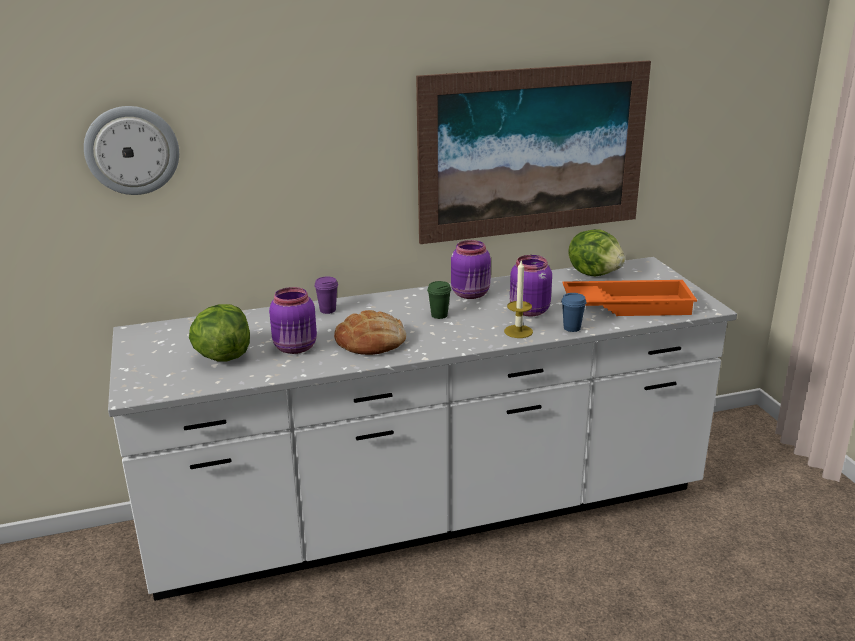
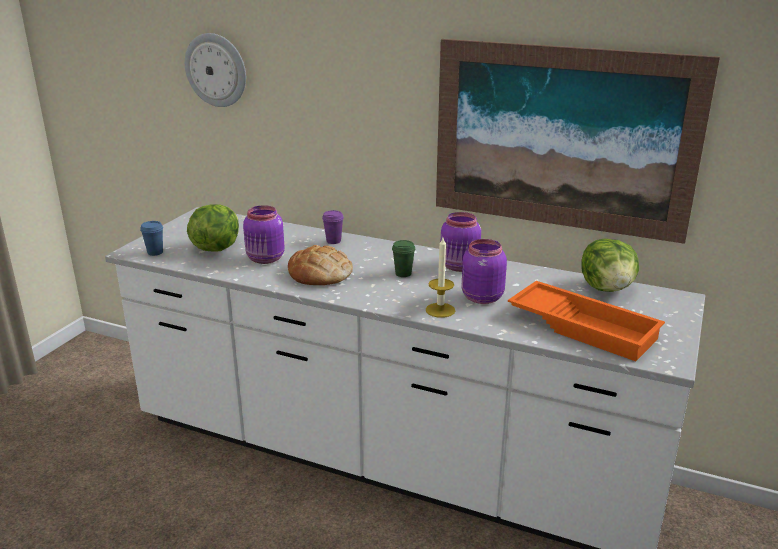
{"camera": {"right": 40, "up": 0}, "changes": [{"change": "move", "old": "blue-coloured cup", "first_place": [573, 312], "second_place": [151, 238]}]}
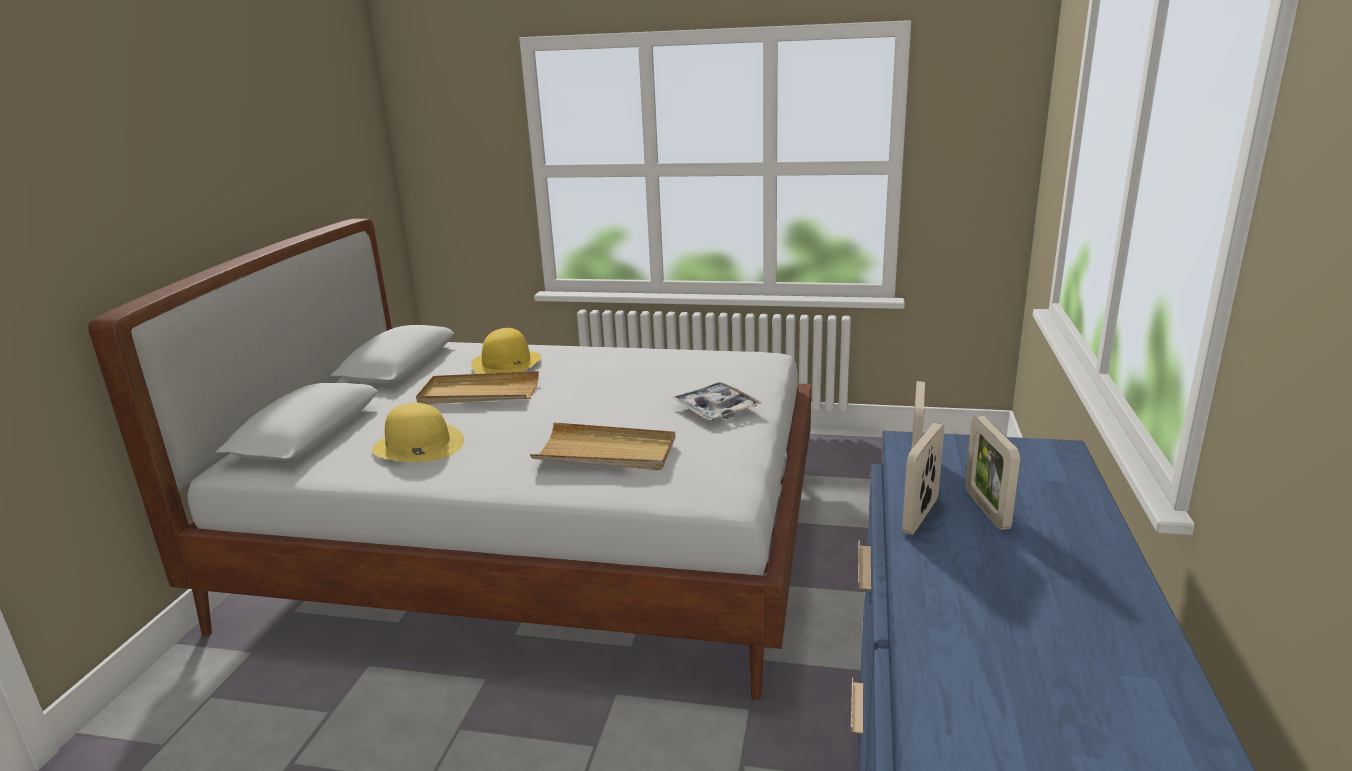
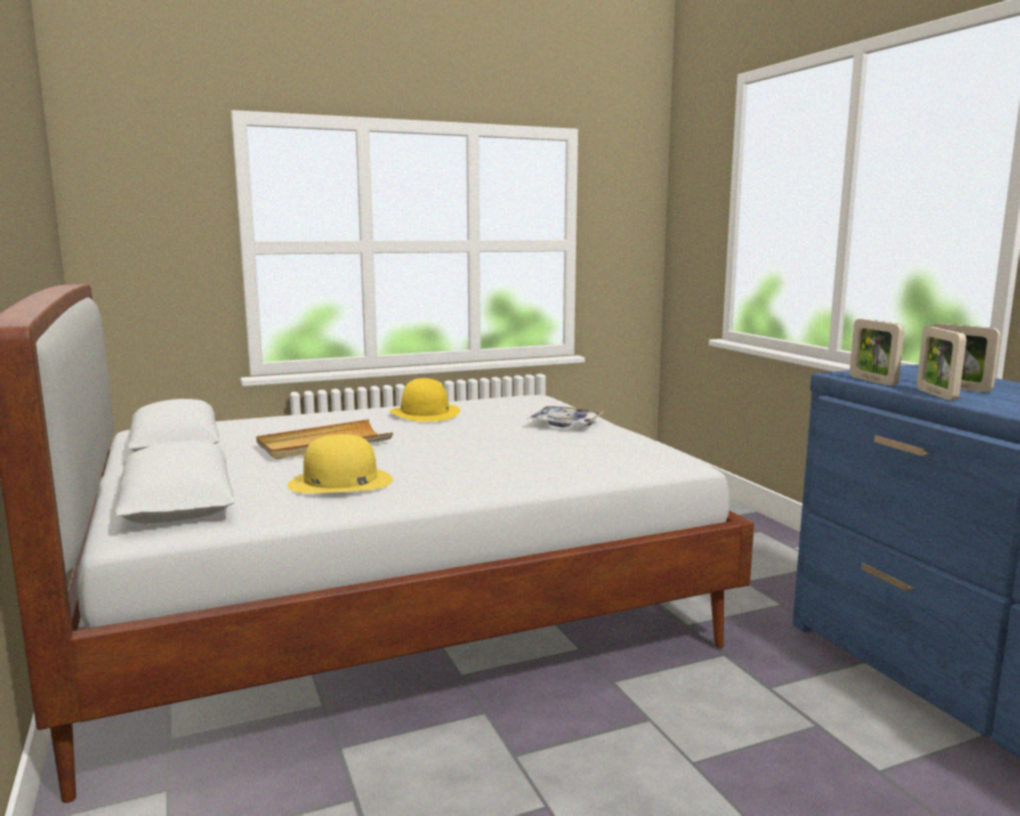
{"camera": {"right": -35, "up": -10}, "changes": [{"change": "move", "old": "yellow-coloured hat", "first_place": [506, 351], "second_place": [425, 400]}, {"change": "delete", "old": "sand-coloured carrying tray", "first_place": [602, 446]}]}
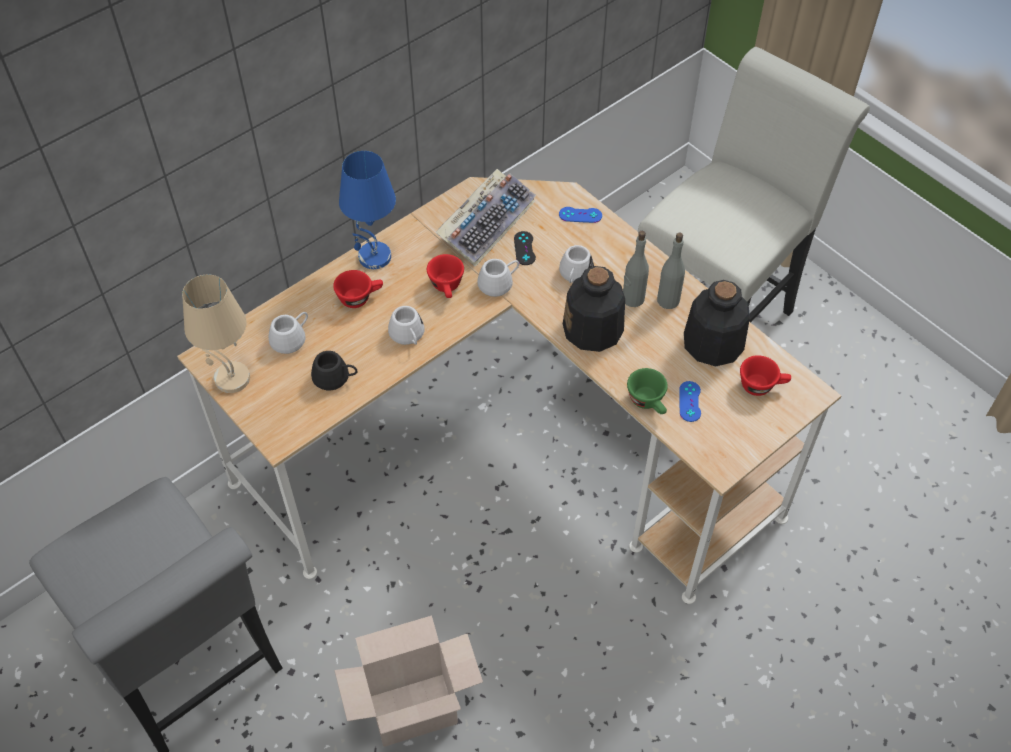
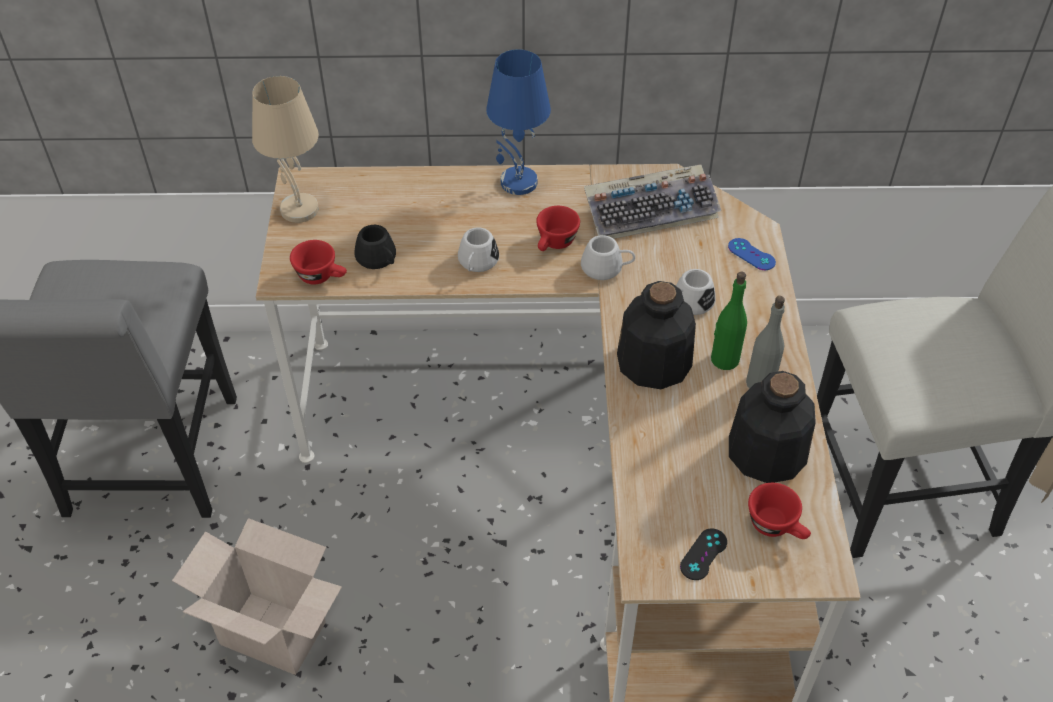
{"camera": {"right": 40, "up": -5}, "changes": [{"change": "move", "old": "red cup", "first_place": [358, 289], "second_place": [318, 262]}, {"change": "move", "old": "blackish gamepad", "first_place": [525, 248], "second_place": [703, 554]}, {"change": "recolor", "old": "greyish beverage bottle", "new": "green-coloured beverage bottle", "first_place": [636, 269], "second_place": [729, 321]}, {"change": "delete", "old": "white-coloured tea mug", "first_place": [288, 333]}, {"change": "delete", "old": "green-coloured cup", "first_place": [647, 391]}, {"change": "delete", "old": "blue-coloured gamepad", "first_place": [690, 401]}]}
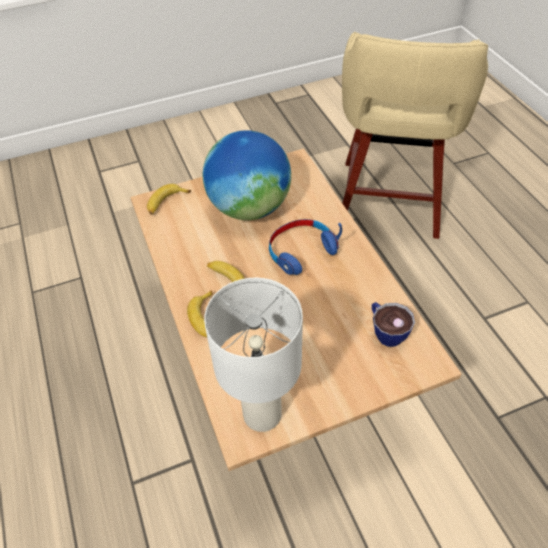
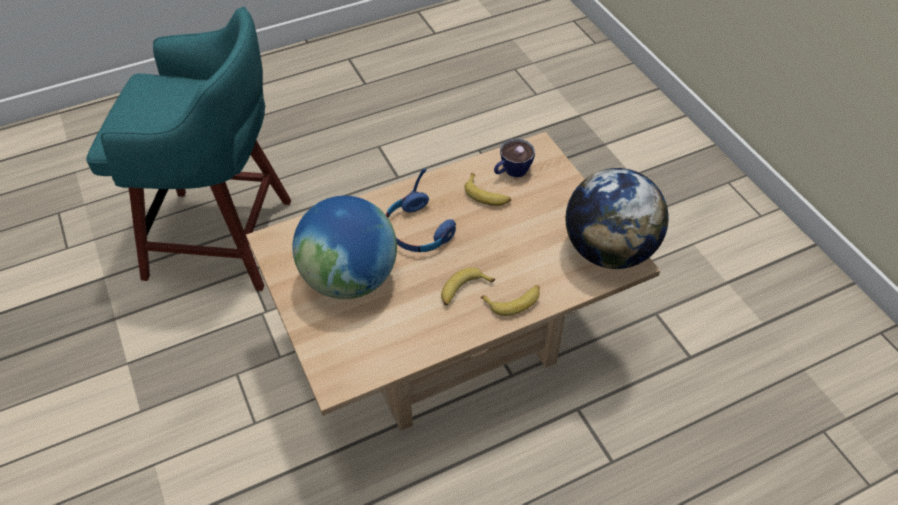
{"camera": {"right": -95, "up": 0}, "changes": [{"change": "recolor", "old": "sand-coloured sitting stool", "new": "blue-green sitting stool", "first_place": [415, 135], "second_place": [188, 149]}, {"change": "move", "old": "whole banana", "first_place": [169, 199], "second_place": [488, 189]}, {"change": "replace", "old": "white-coloured lamp for a table", "new": "desk globe", "first_place": [253, 355], "second_place": [617, 218]}]}
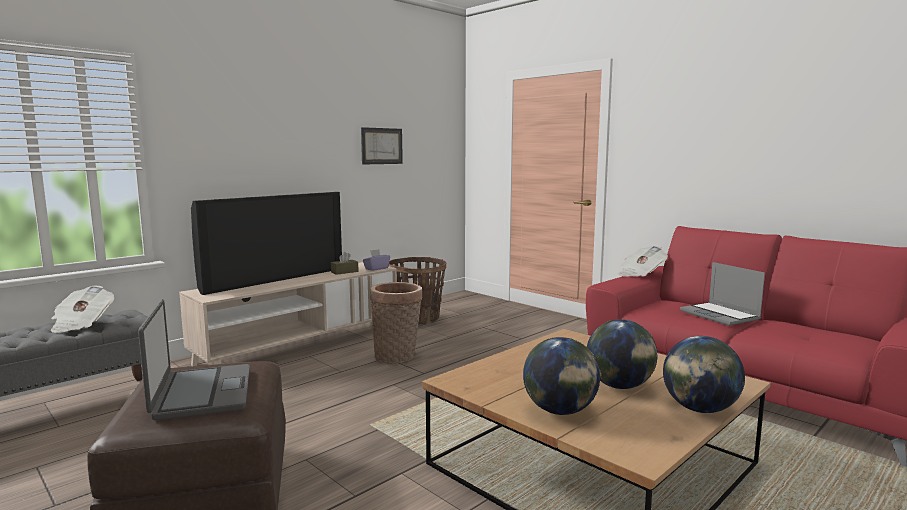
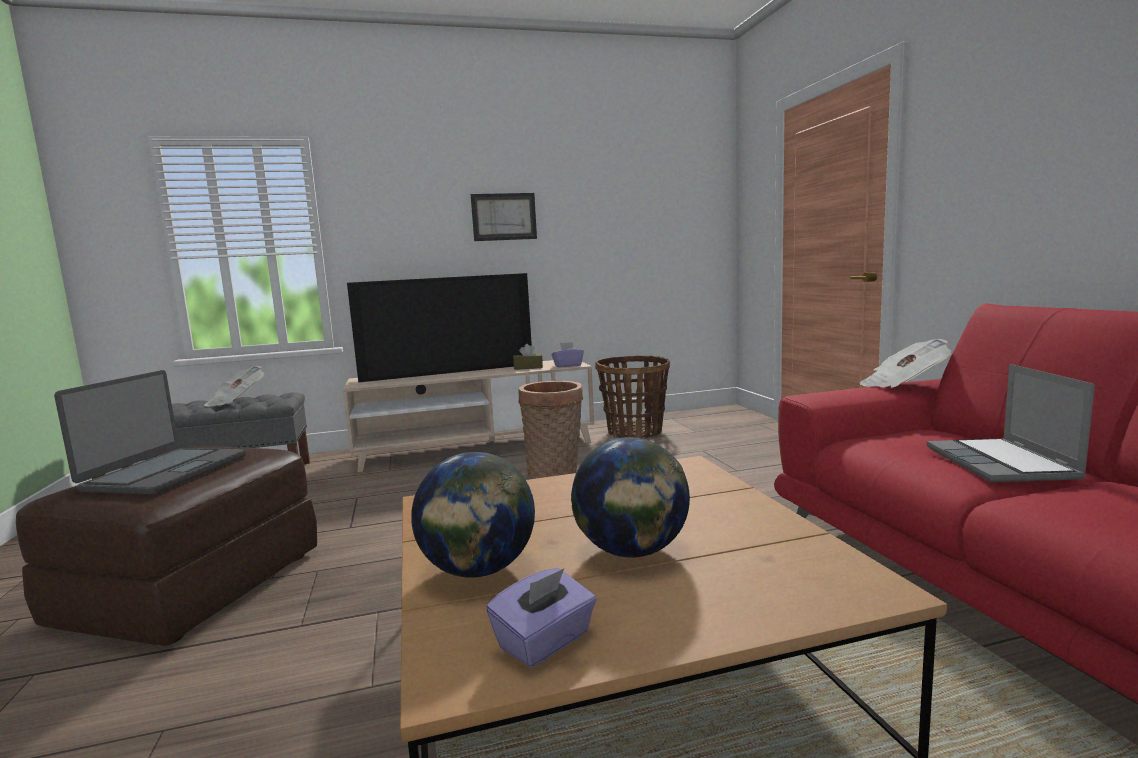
{"camera": {"right": 30, "up": 0}, "changes": [{"change": "move", "old": "wall picture", "first_place": [382, 145], "second_place": [504, 217]}, {"change": "insert", "new": "purple-coloured tissue holder", "second_place": [541, 618]}, {"change": "delete", "old": "desk globe", "first_place": [704, 374]}]}
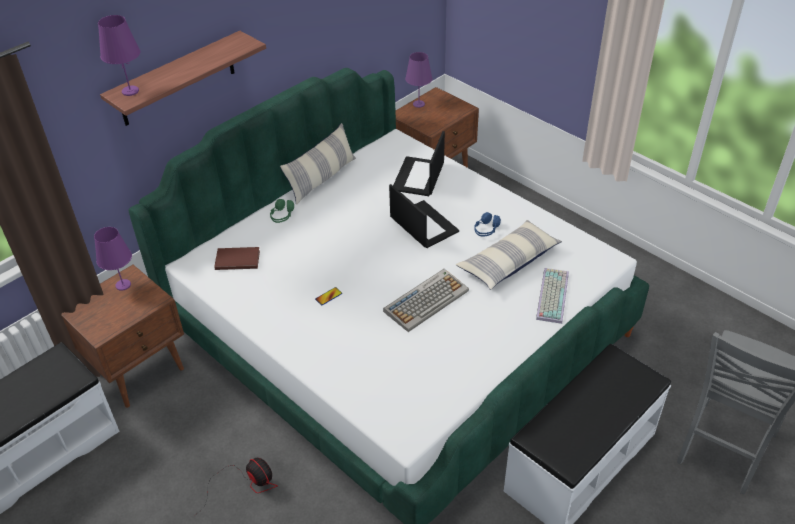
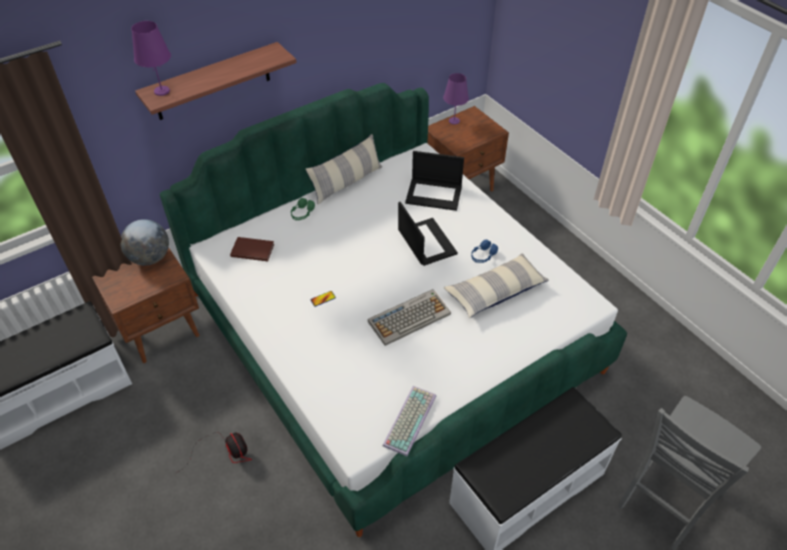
{"camera": {"right": 10, "up": 5}, "changes": [{"change": "replace", "old": "purple-coloured lamp for a table", "new": "desk globe", "first_place": [113, 259], "second_place": [145, 242]}, {"change": "move", "old": "keyboard", "first_place": [552, 296], "second_place": [409, 421]}, {"change": "rotate", "old": "laptop", "first_place": [419, 163], "second_place": [434, 181], "degrees": -105}]}
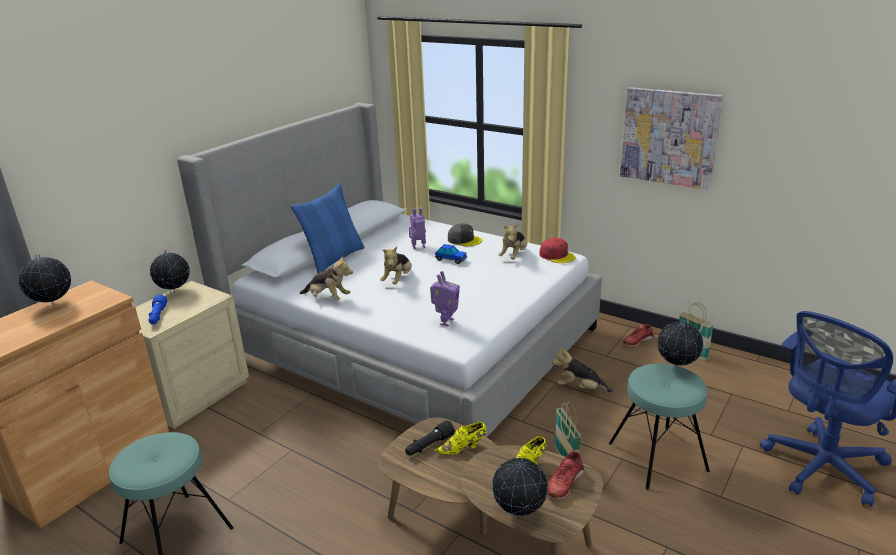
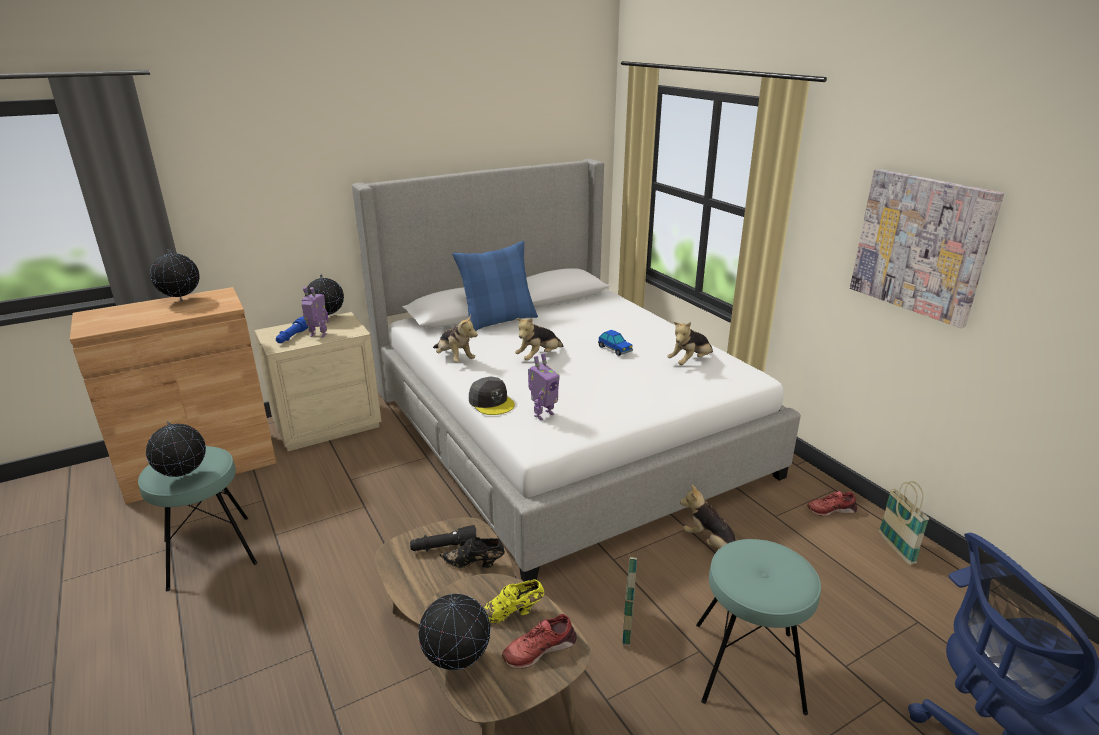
{"camera": {"right": 25, "up": 0}, "changes": [{"change": "move", "old": "desk globe", "first_place": [680, 343], "second_place": [176, 449]}, {"change": "move", "old": "robot figure", "first_place": [417, 228], "second_place": [315, 312]}, {"change": "recolor", "old": "yellow-coloured item of footwear", "new": "blackish item of footwear", "first_place": [460, 439], "second_place": [472, 552]}, {"change": "move", "old": "greyish peaked cap", "first_place": [465, 234], "second_place": [492, 396]}, {"change": "delete", "old": "red peaked cap", "first_place": [557, 250]}]}
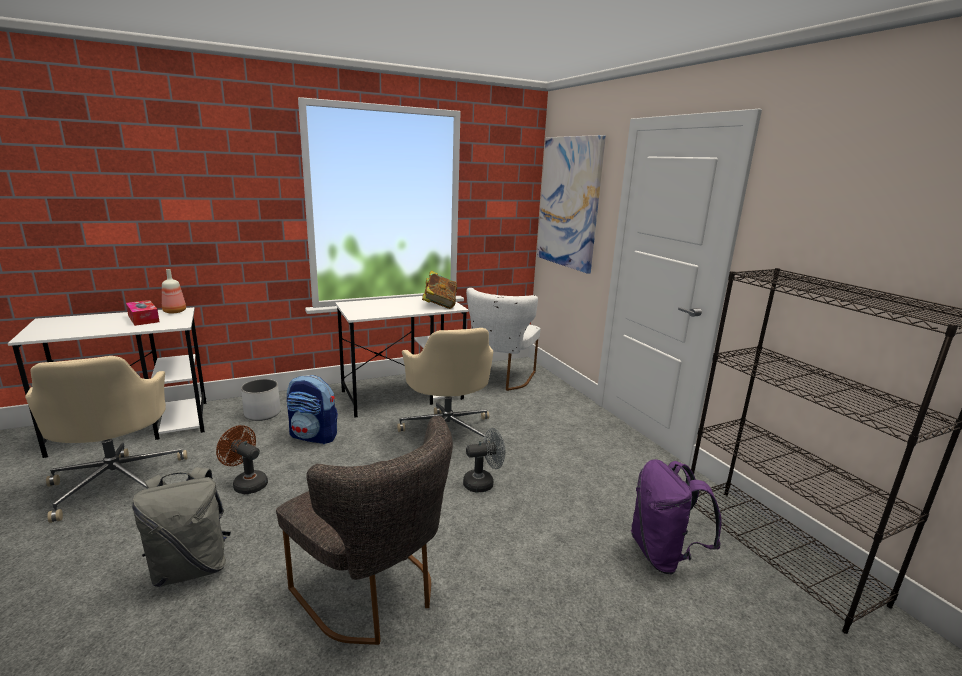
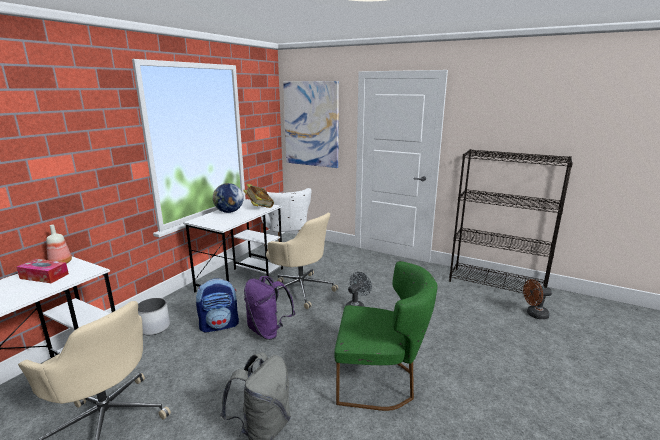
{"camera": {"right": -35, "up": 0}, "changes": [{"change": "insert", "new": "desk globe", "second_place": [228, 198]}, {"change": "move", "old": "purple-coloured knapsack", "first_place": [676, 517], "second_place": [269, 308]}, {"change": "recolor", "old": "greyish plain chair", "new": "green-coloured plain chair", "first_place": [364, 530], "second_place": [386, 336]}, {"change": "move", "old": "brown-coloured fan", "first_place": [242, 459], "second_place": [537, 299]}]}
